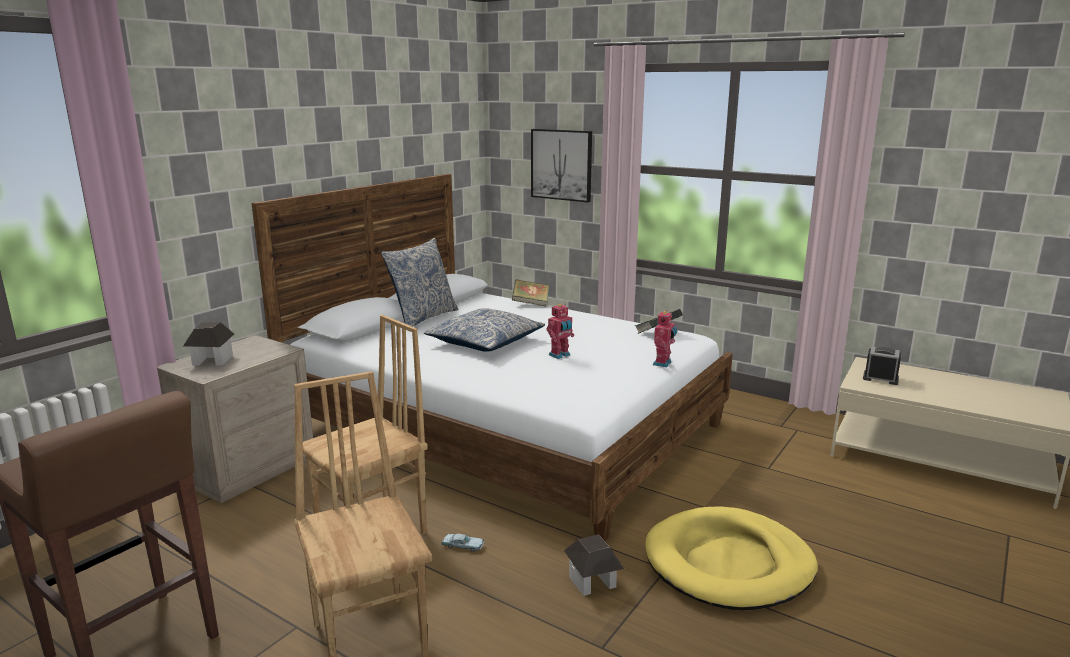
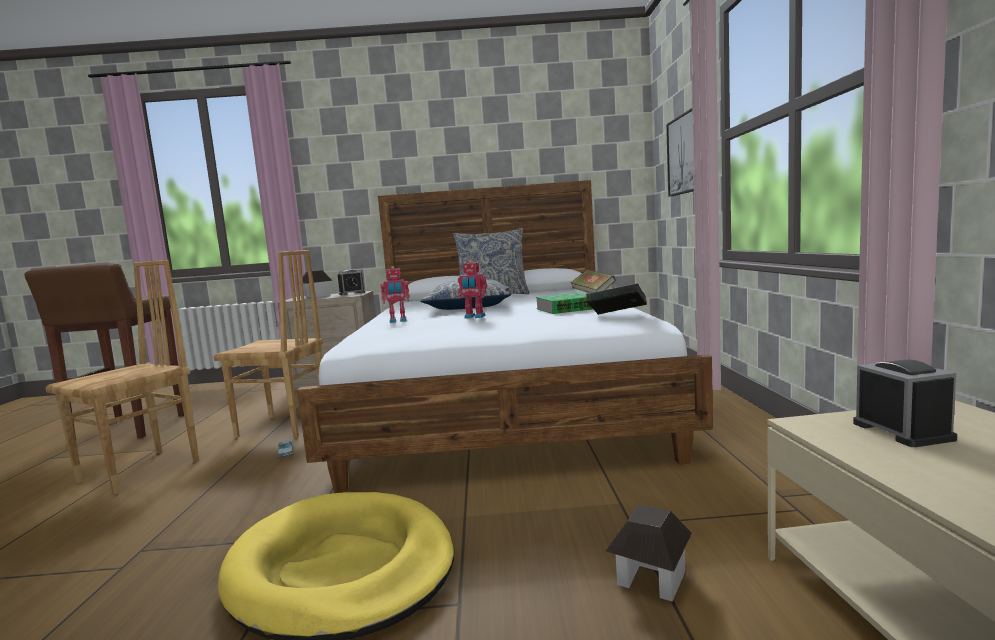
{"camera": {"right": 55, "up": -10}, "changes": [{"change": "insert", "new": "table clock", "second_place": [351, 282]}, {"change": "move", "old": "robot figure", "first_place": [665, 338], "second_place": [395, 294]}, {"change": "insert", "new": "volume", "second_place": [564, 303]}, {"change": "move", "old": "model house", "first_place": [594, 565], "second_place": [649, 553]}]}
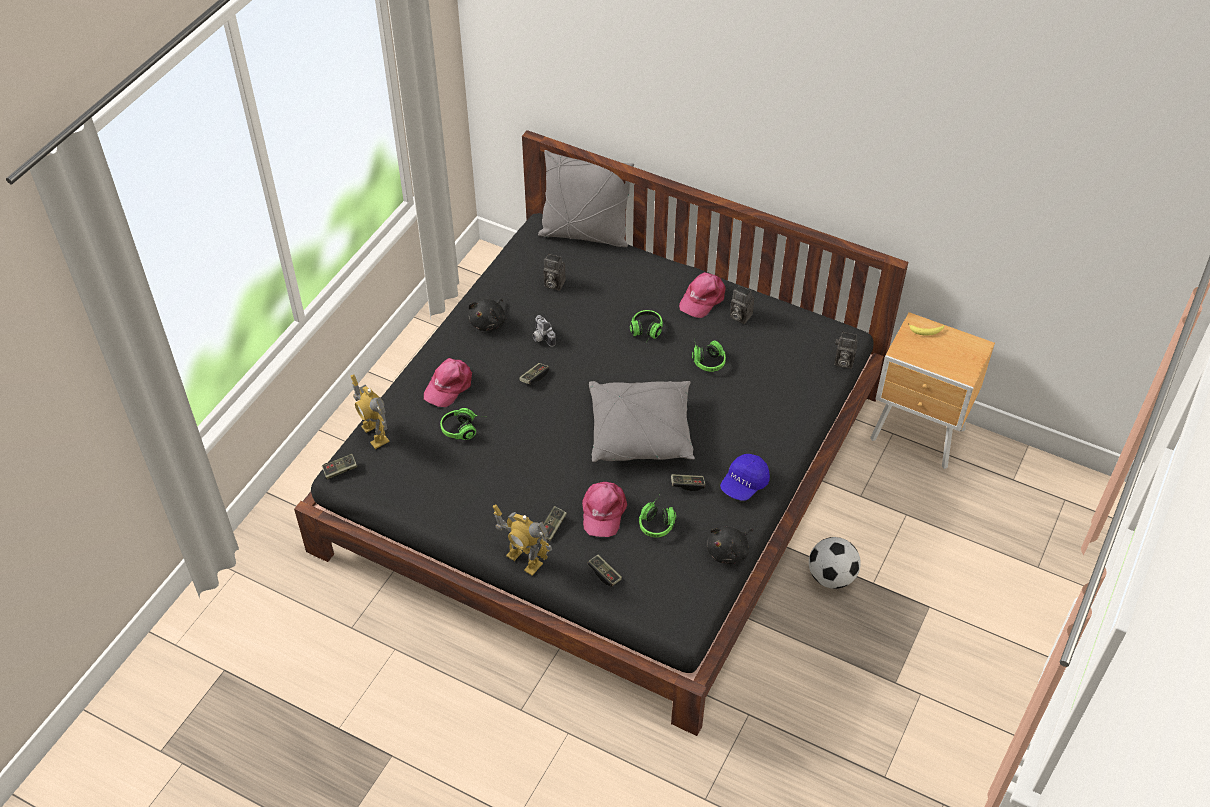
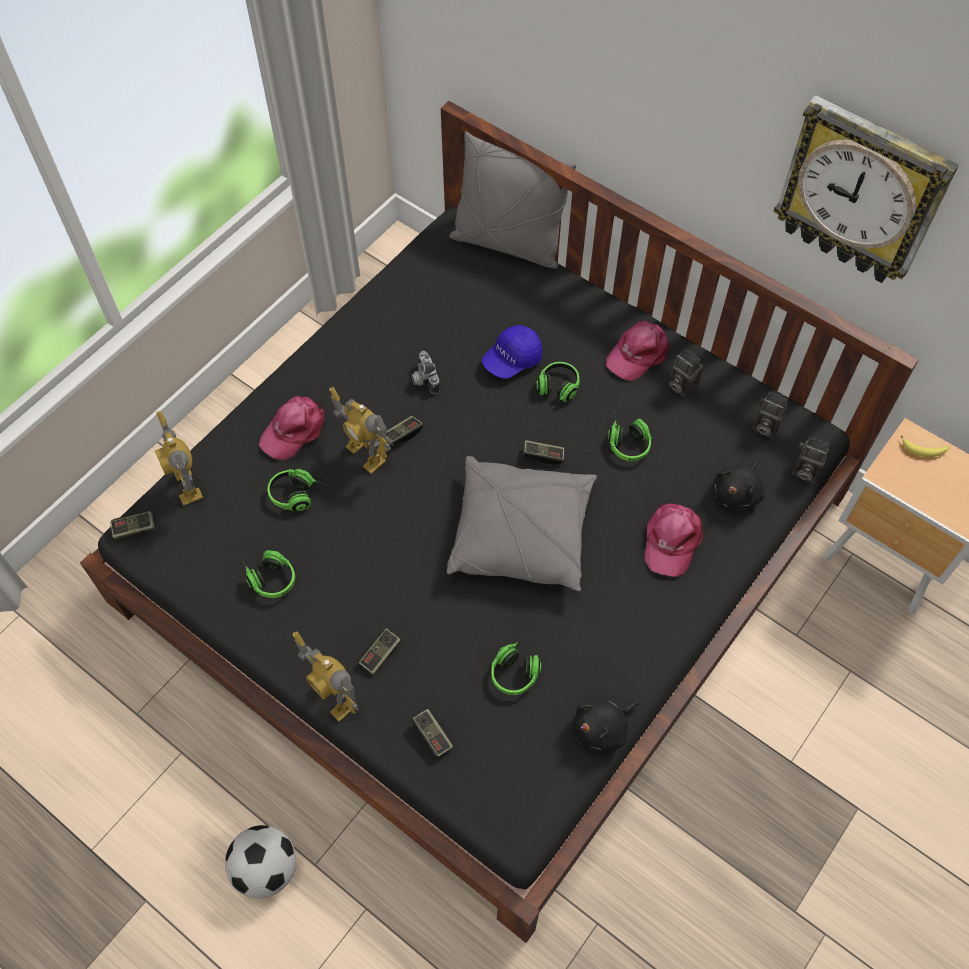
{"camera": {"right": 10, "up": 10}, "changes": [{"change": "move", "old": "football ball", "first_place": [835, 563], "second_place": [260, 862]}, {"change": "insert", "new": "headset", "second_place": [267, 574]}, {"change": "insert", "new": "robot figure", "second_place": [360, 430]}, {"change": "move", "old": "blue-coloured peaked cap", "first_place": [745, 477], "second_place": [512, 352]}, {"change": "move", "old": "gamepad", "first_place": [688, 482], "second_place": [543, 452]}, {"change": "move", "old": "pink-coloured peaked cap", "first_place": [604, 509], "second_place": [674, 540]}, {"change": "move", "old": "blackish plush toy", "first_place": [487, 314], "second_place": [739, 485]}, {"change": "move", "old": "photo camera", "first_place": [554, 272], "second_place": [770, 414]}, {"change": "insert", "new": "hanging clock", "second_place": [866, 189]}]}
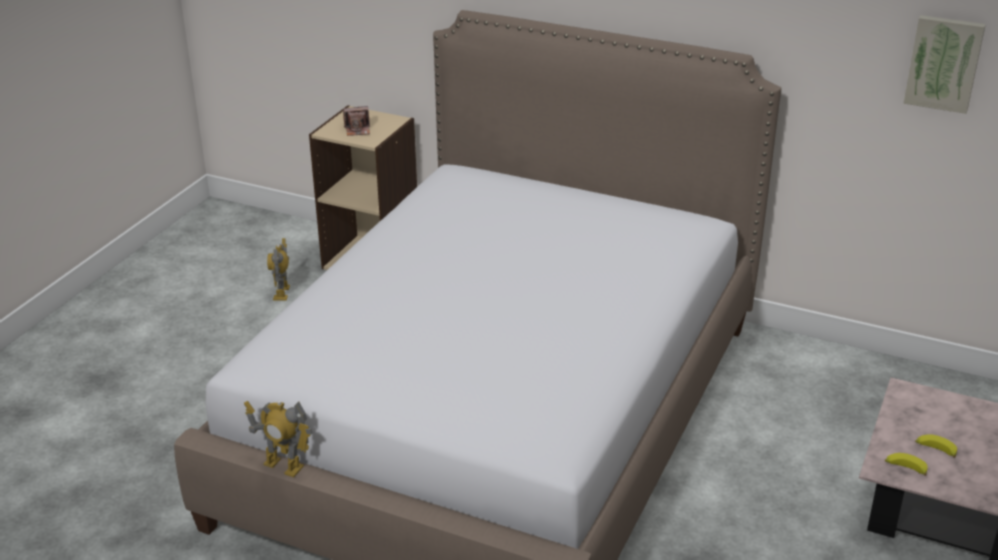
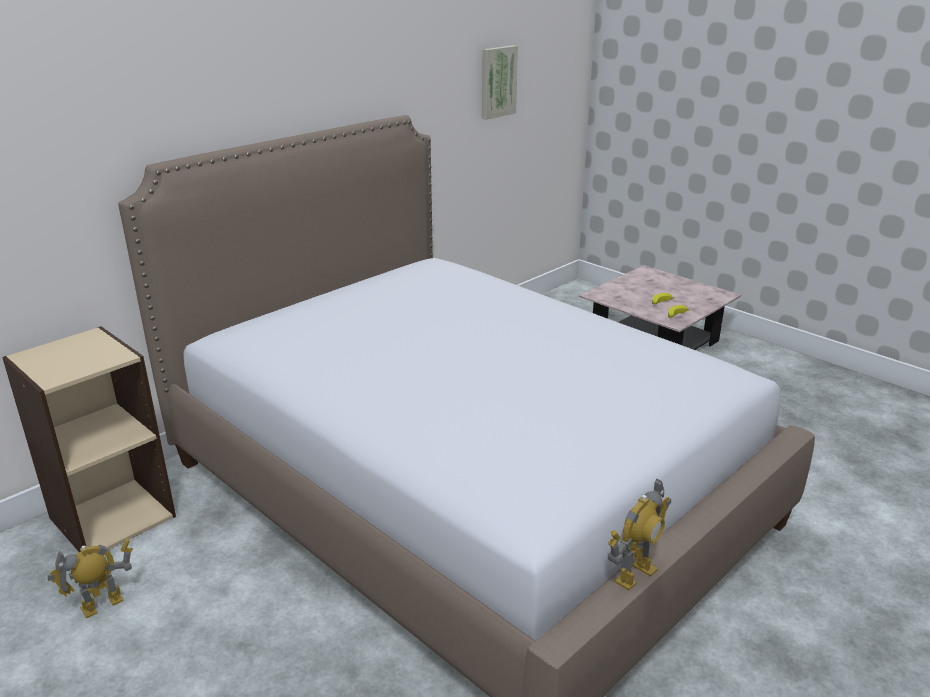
{"camera": {"right": -70, "up": -5}, "changes": [{"change": "rotate", "old": "robot figure", "first_place": [278, 269], "second_place": [90, 579], "degrees": 120}, {"change": "delete", "old": "photo camera", "first_place": [356, 121]}]}
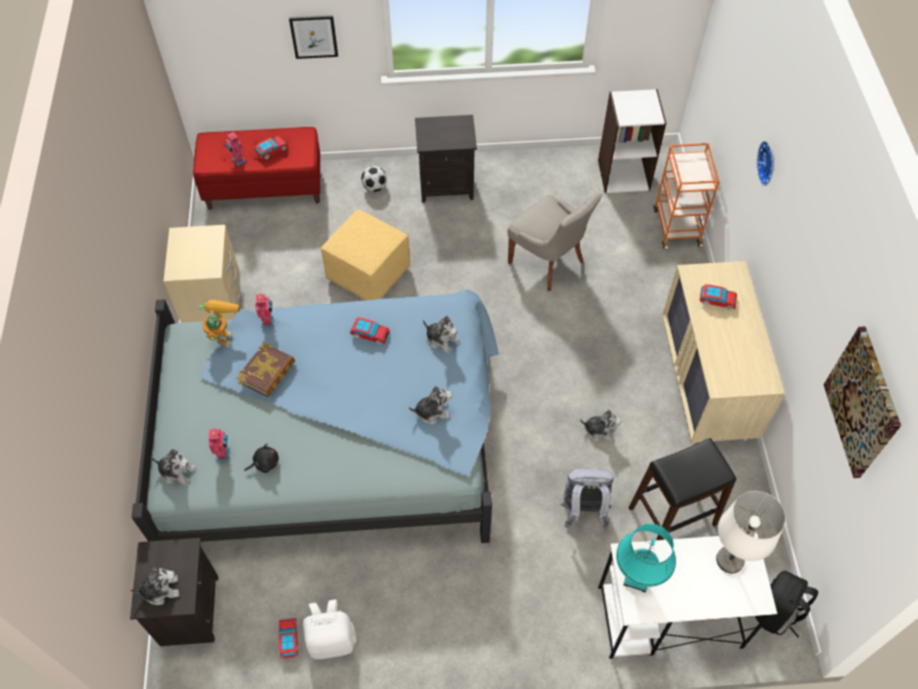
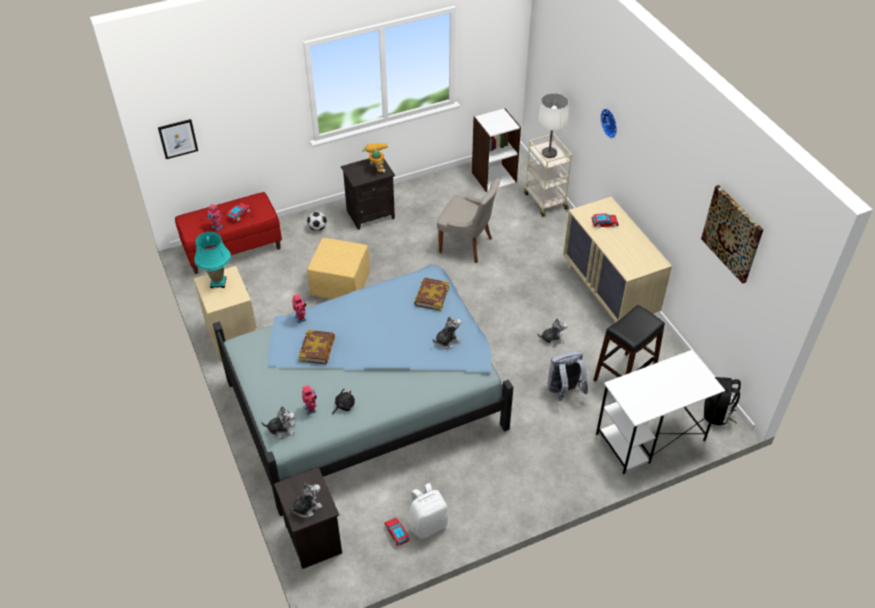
{"camera": {"right": -20, "up": -10}, "changes": [{"change": "move", "old": "wall picture", "first_place": [313, 37], "second_place": [178, 139]}, {"change": "move", "old": "blue-green lamp for a table", "first_place": [646, 558], "second_place": [212, 260]}, {"change": "move", "old": "robot figure", "first_place": [219, 323], "second_place": [375, 158]}, {"change": "replace", "old": "plush toy", "new": "volume", "first_place": [441, 334], "second_place": [431, 294]}, {"change": "recolor", "old": "orange-coloured cart", "new": "sand-coloured cart", "first_place": [687, 196], "second_place": [548, 175]}, {"change": "move", "old": "white-coloured lamp for a table", "first_place": [751, 532], "second_place": [553, 125]}, {"change": "delete", "old": "toy car", "first_place": [370, 330]}]}
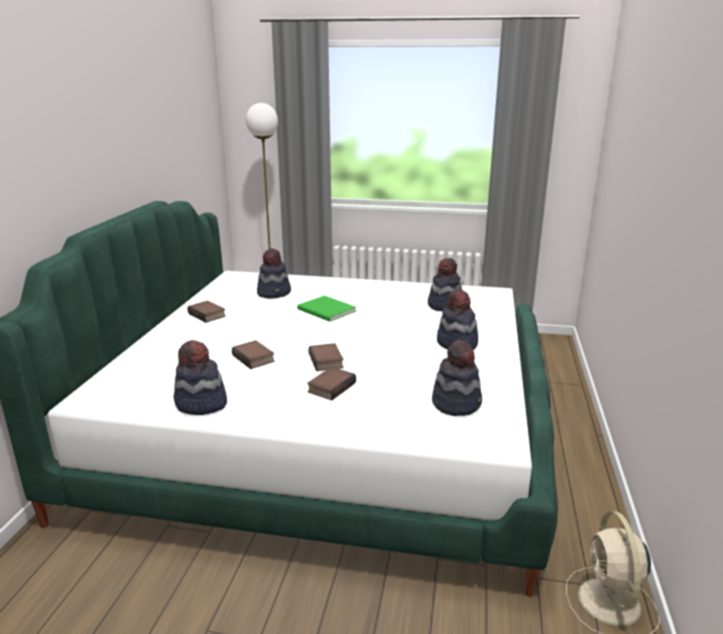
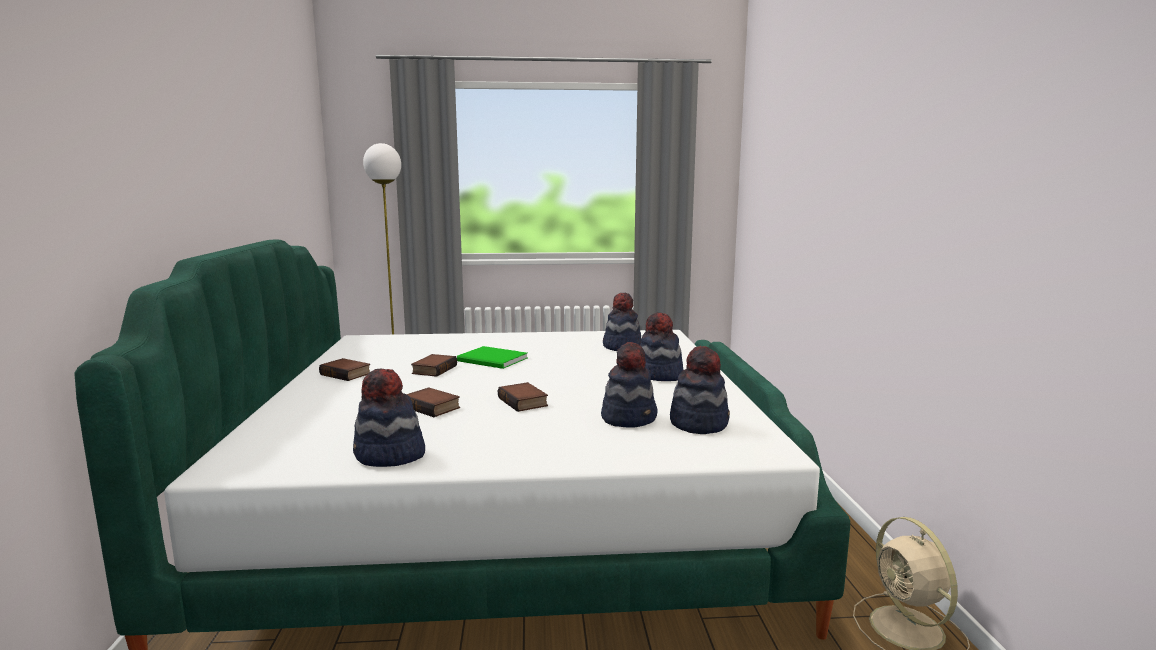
{"camera": {"right": -15, "up": -10}, "changes": [{"change": "move", "old": "volume", "first_place": [331, 383], "second_place": [434, 365]}, {"change": "move", "old": "hat", "first_place": [274, 273], "second_place": [629, 385]}]}
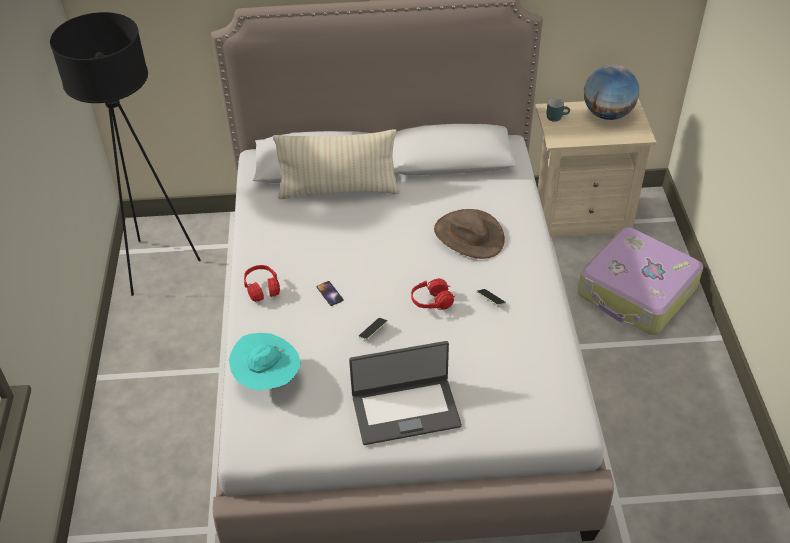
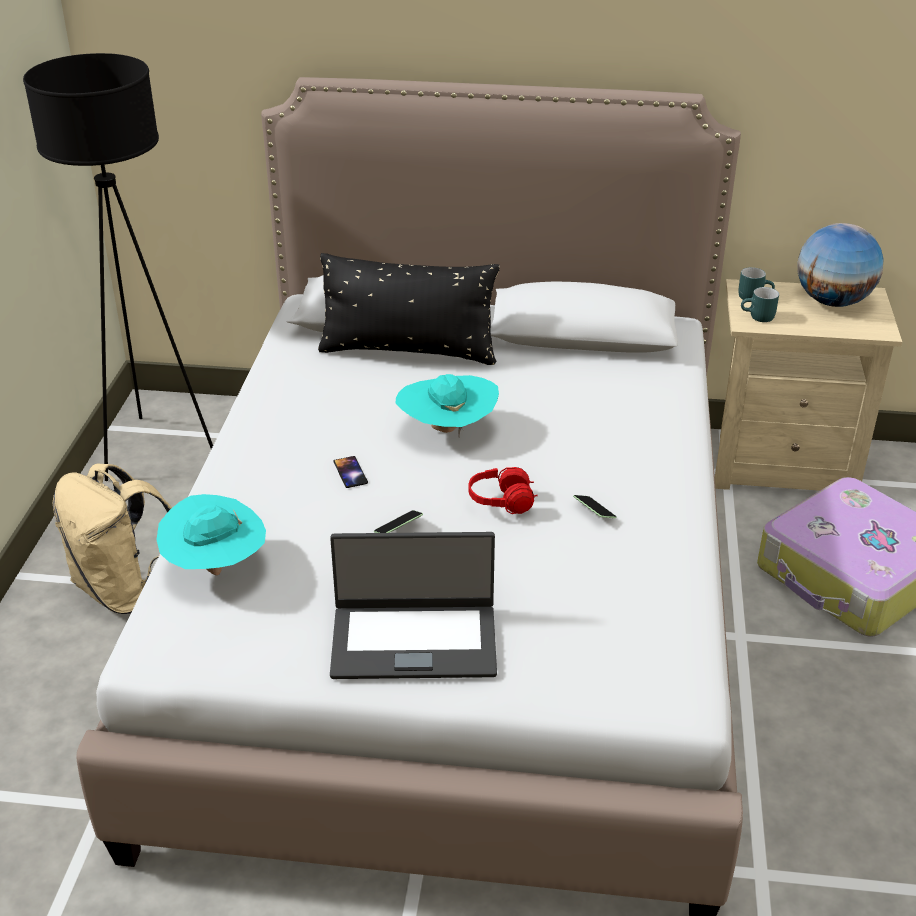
{"camera": {"right": 10, "up": -10}, "changes": [{"change": "insert", "new": "sand-coloured knapsack", "second_place": [112, 539]}, {"change": "recolor", "old": "sand-coloured throw pillow", "new": "blackish throw pillow", "first_place": [336, 164], "second_place": [409, 309]}, {"change": "insert", "new": "blue-green hat", "second_place": [447, 406]}, {"change": "insert", "new": "blue-green tea mug", "second_place": [760, 304]}, {"change": "delete", "old": "red headset", "first_place": [262, 283]}, {"change": "delete", "old": "brown-coloured hat", "first_place": [469, 234]}]}
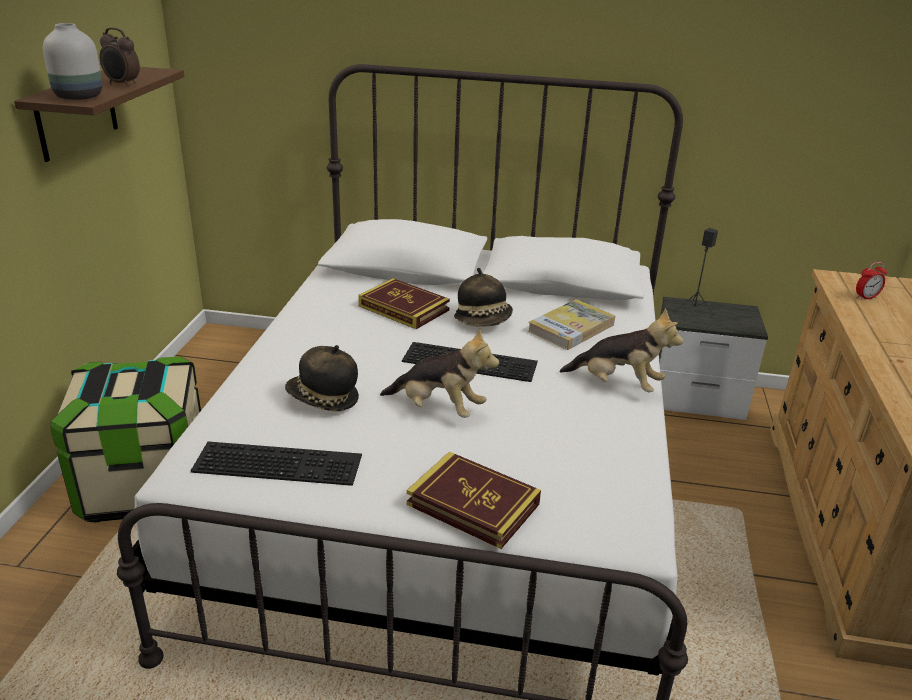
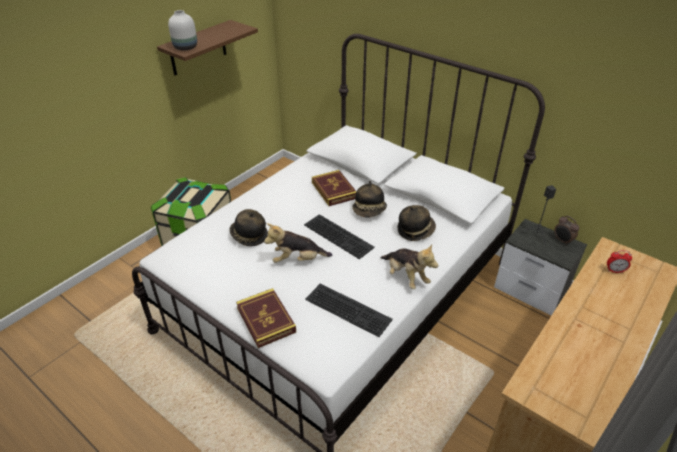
{"camera": {"right": 30, "up": 10}, "changes": [{"change": "rotate", "old": "plush toy", "first_place": [439, 373], "second_place": [298, 243], "degrees": 120}, {"change": "move", "old": "keyboard", "first_place": [276, 463], "second_place": [349, 310]}, {"change": "replace", "old": "volume", "new": "hat", "first_place": [571, 324], "second_place": [417, 223]}, {"change": "move", "old": "table clock", "first_place": [119, 57], "second_place": [566, 230]}]}
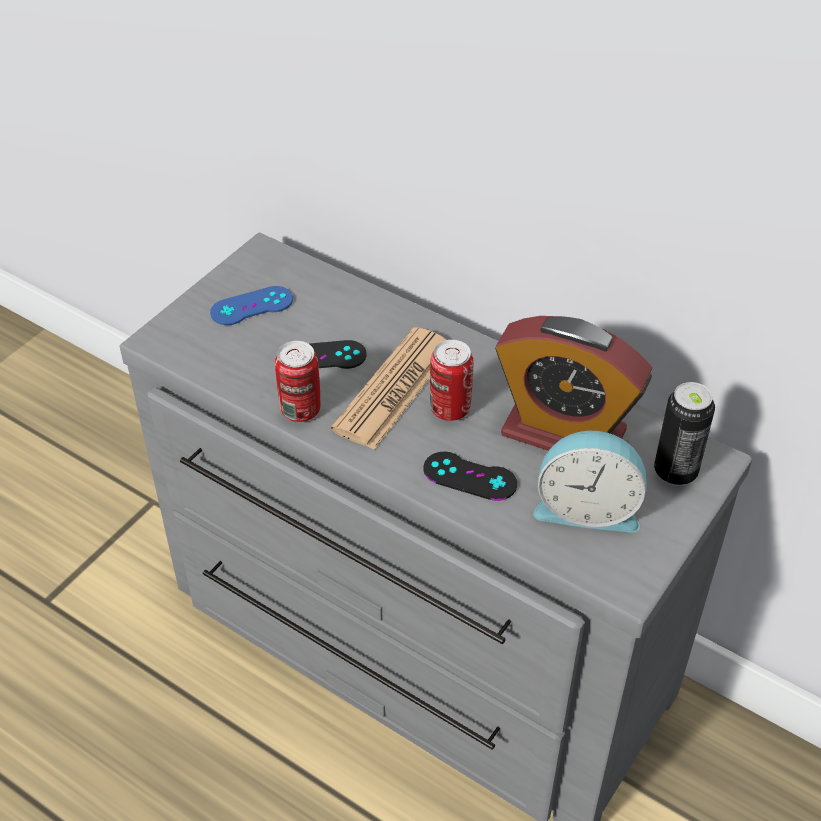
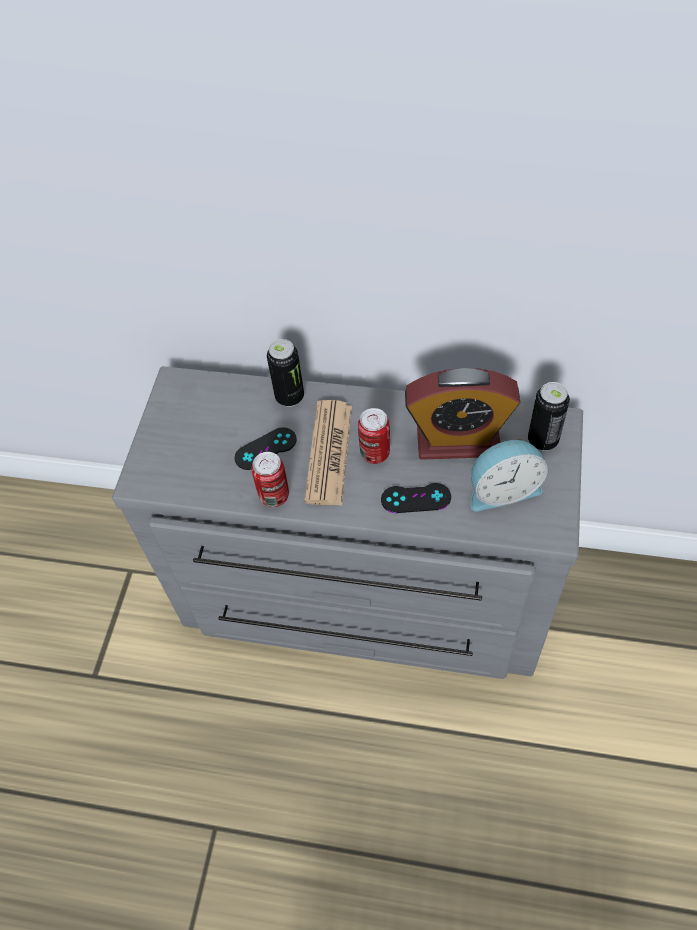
{"camera": {"right": -20, "up": 10}, "changes": [{"change": "insert", "new": "metal can", "second_place": [285, 373]}, {"change": "delete", "old": "blue-coloured gamepad", "first_place": [251, 305]}]}
